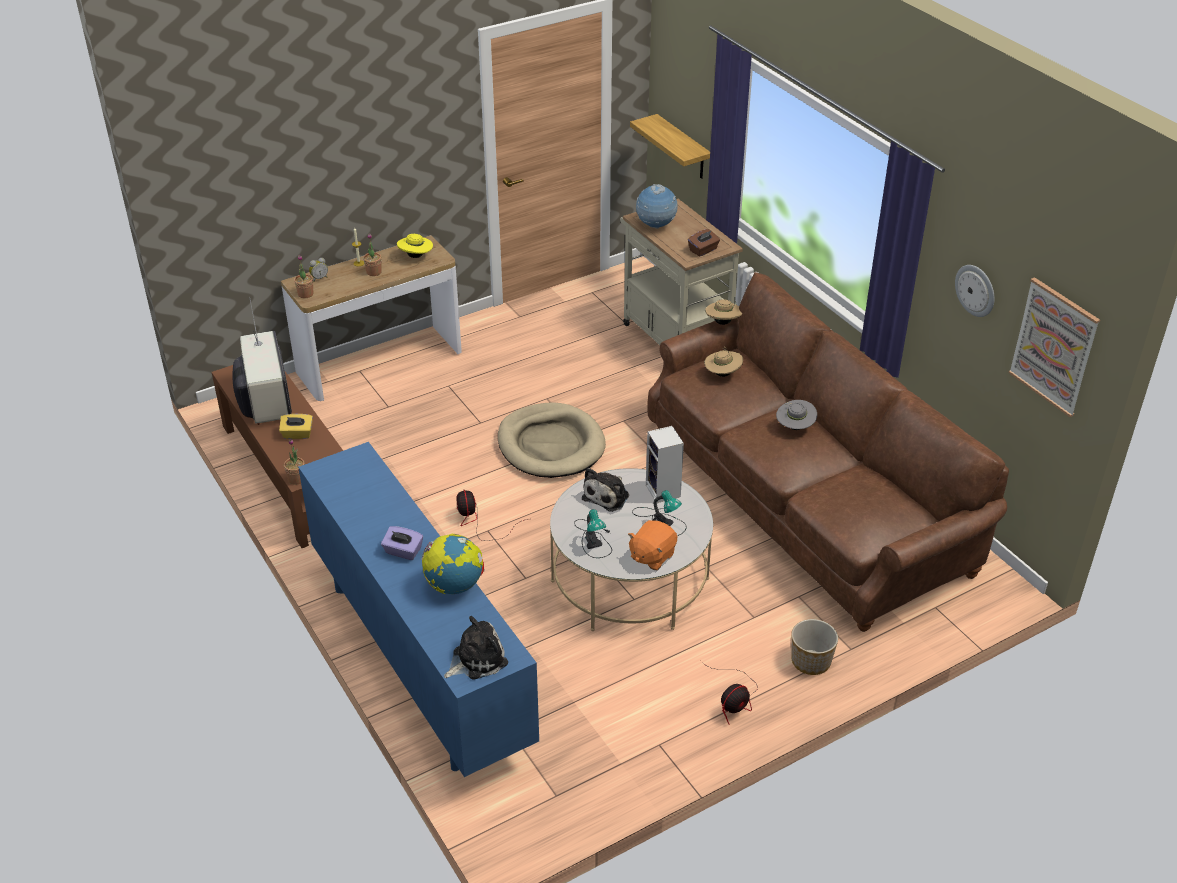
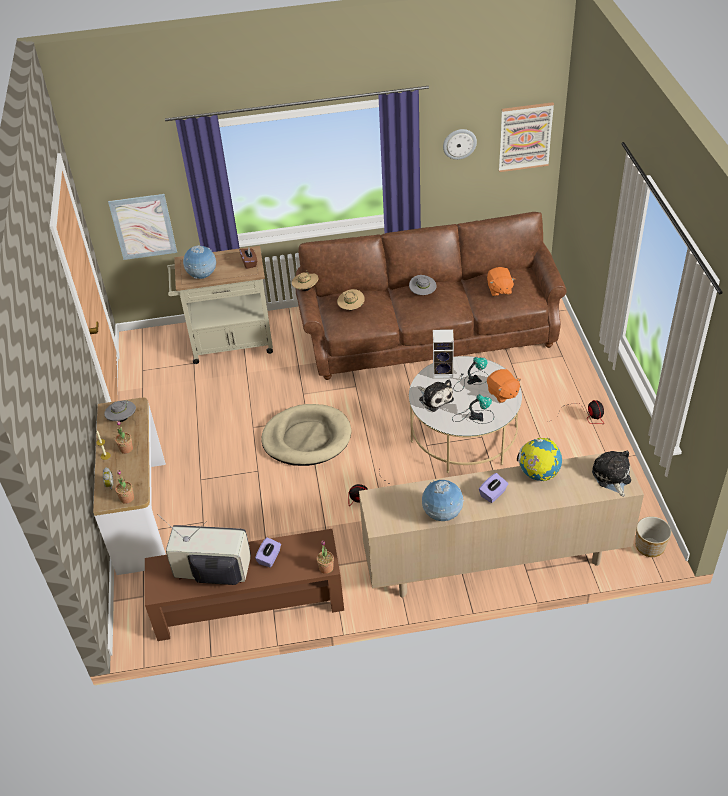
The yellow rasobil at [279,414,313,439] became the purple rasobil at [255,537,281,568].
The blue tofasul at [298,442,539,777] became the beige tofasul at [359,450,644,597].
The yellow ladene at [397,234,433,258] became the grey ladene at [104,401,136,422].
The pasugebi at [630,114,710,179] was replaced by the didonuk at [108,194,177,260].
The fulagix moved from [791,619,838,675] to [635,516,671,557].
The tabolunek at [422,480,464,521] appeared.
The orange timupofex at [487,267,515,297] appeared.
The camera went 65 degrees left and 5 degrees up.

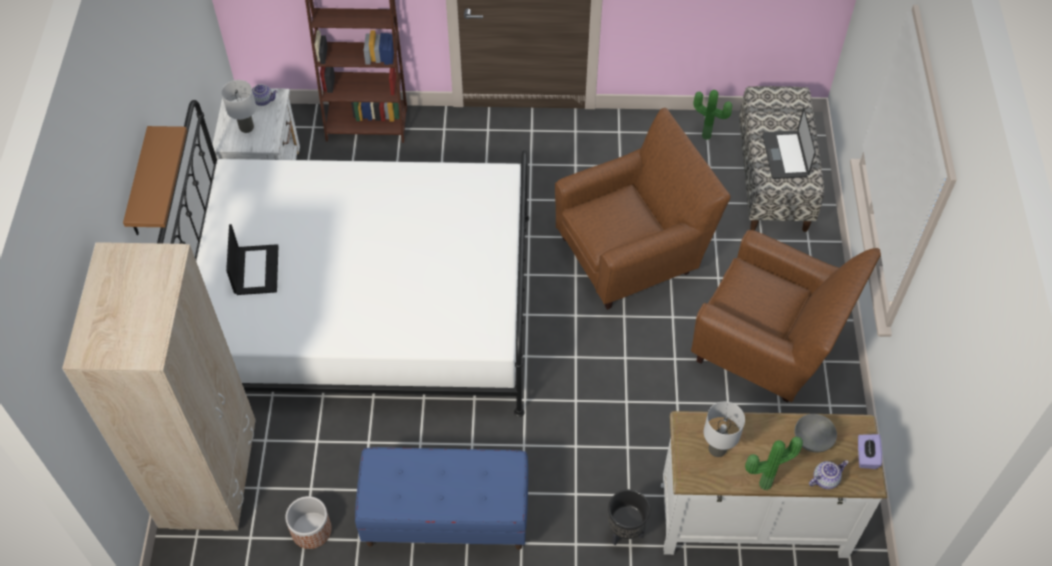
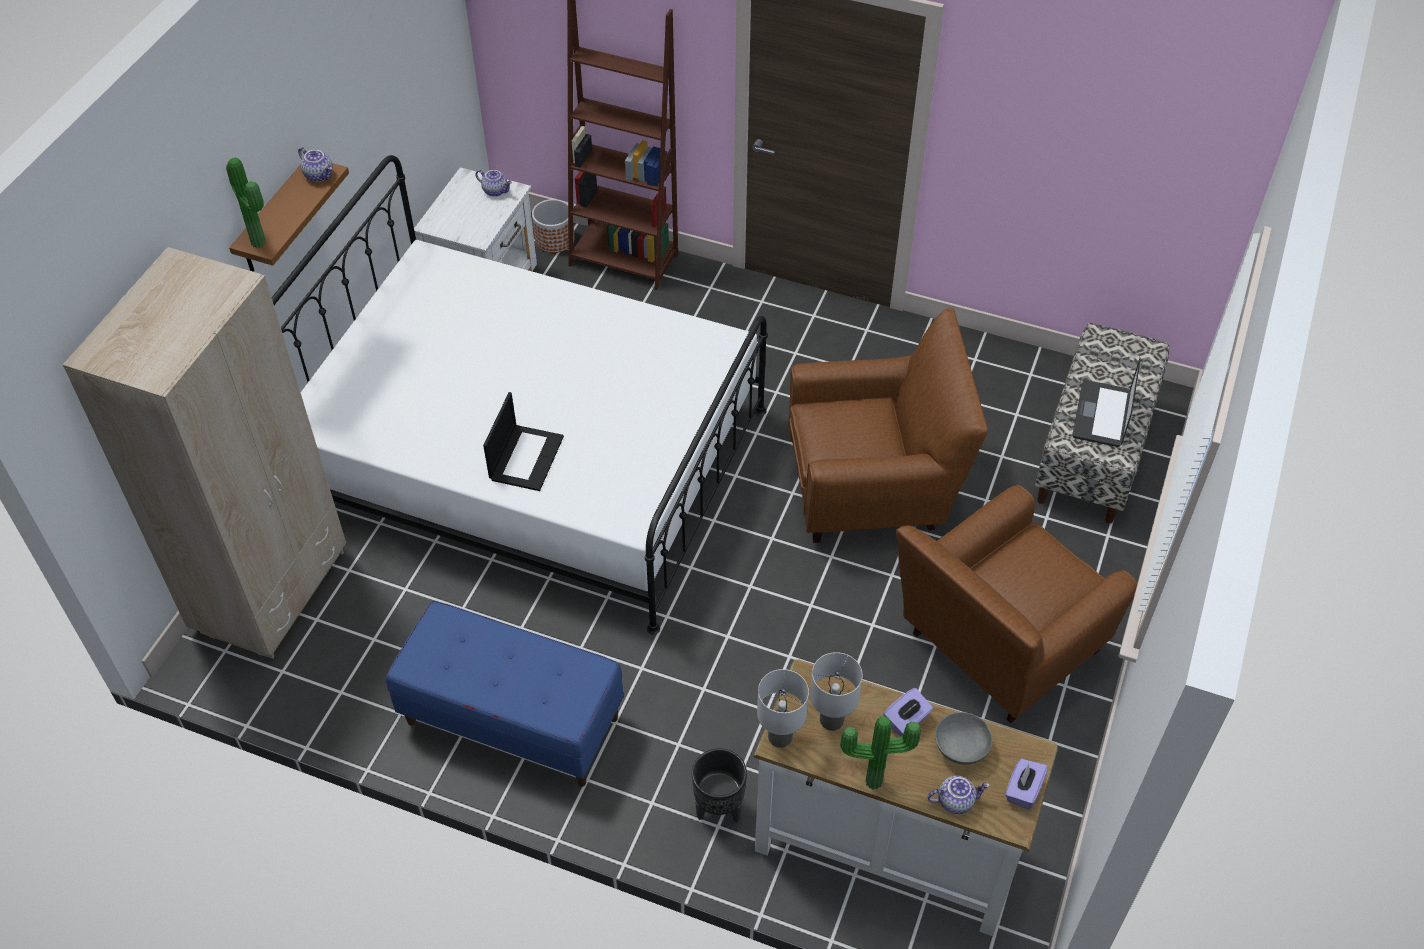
The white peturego moved from [221,80,256,133] to [757,669,809,748].
The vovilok moved from [226,224,278,295] to [483,392,564,491].
The fulagix moved from [285,496,332,549] to [532,199,575,253].
The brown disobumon at [691,230,881,403] turned 90 degrees clockwise.
The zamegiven moved from [693,90,732,140] to [226,158,266,248].
The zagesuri at [298,147,333,182] appeared.
The purple rasobil at [883,688,933,737] appeared.
The camera went 20 degrees right and 5 degrees down.

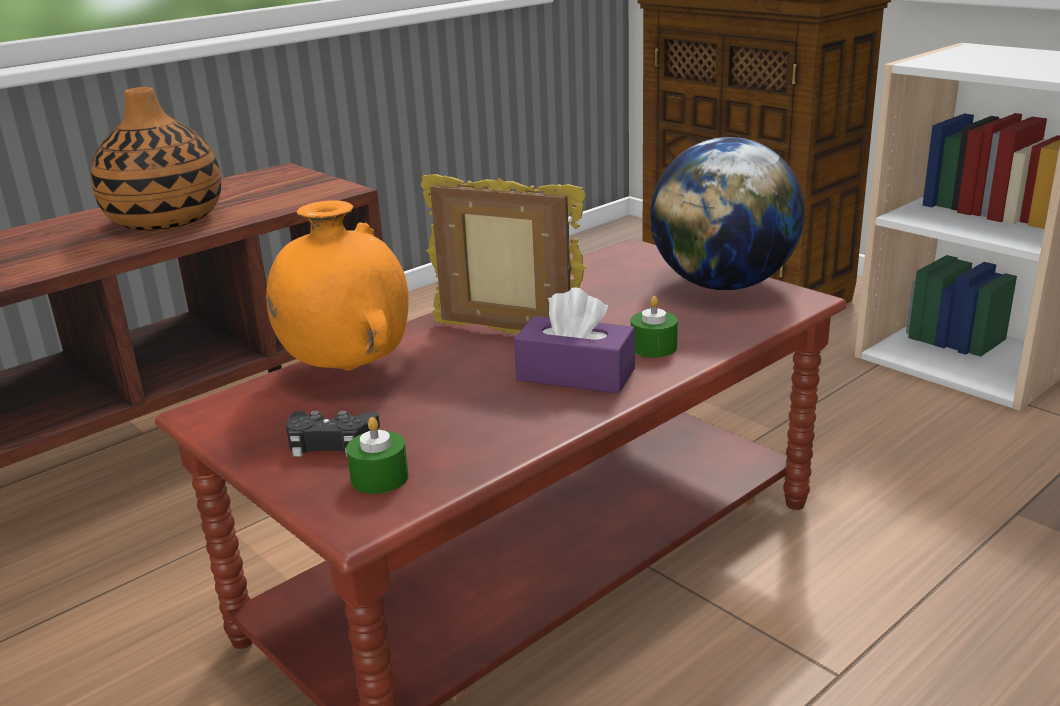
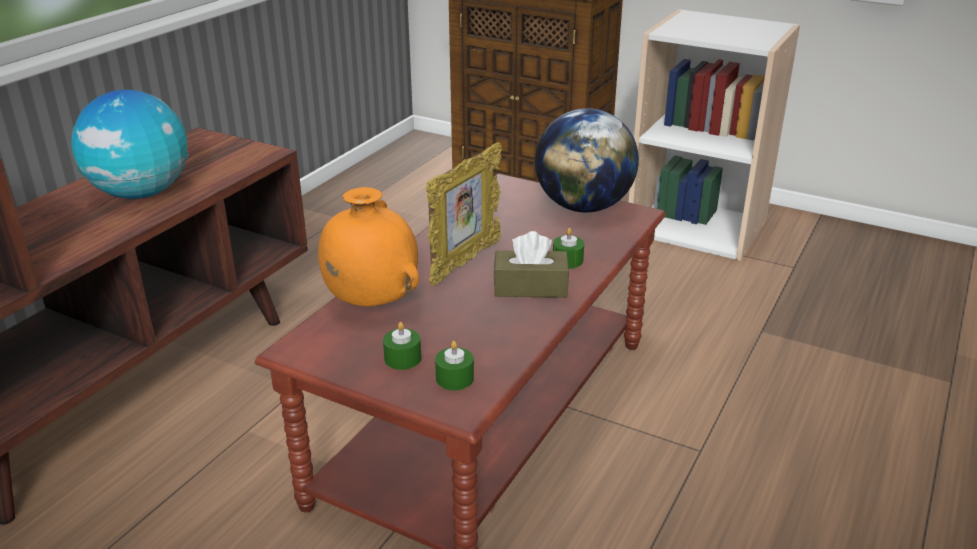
The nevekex at [91,87,221,231] was replaced by the tabolunek at [71,90,189,199].
The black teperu at [286,411,380,457] was replaced by the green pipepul at [383,322,421,370].
The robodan at [421,174,587,334] turned 120 degrees clockwise.
The purple rasobil at [514,287,635,394] became the brown rasobil at [494,231,569,298].
The camera went 20 degrees left and 5 degrees up.

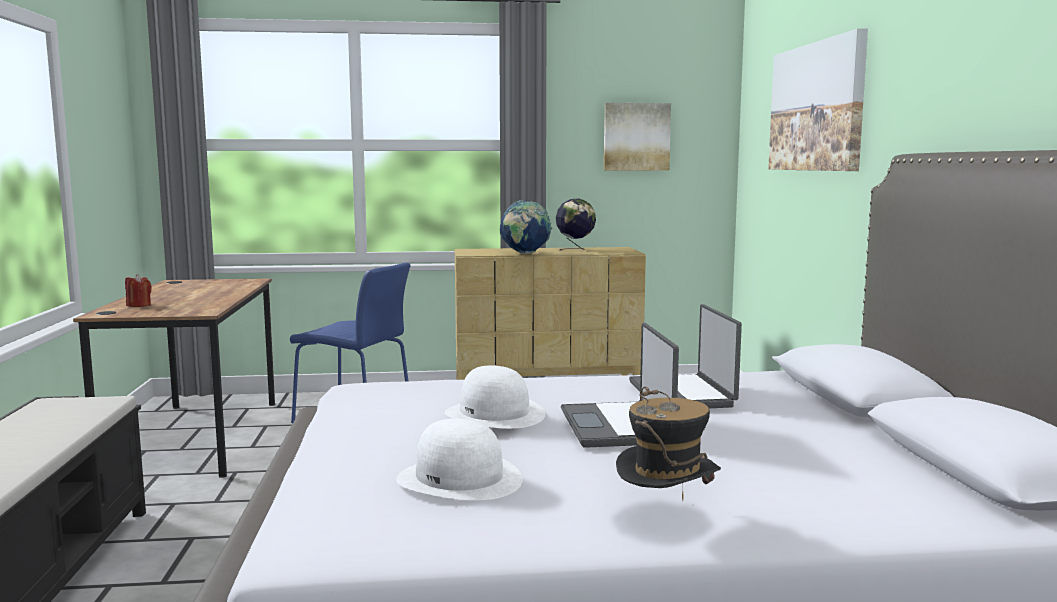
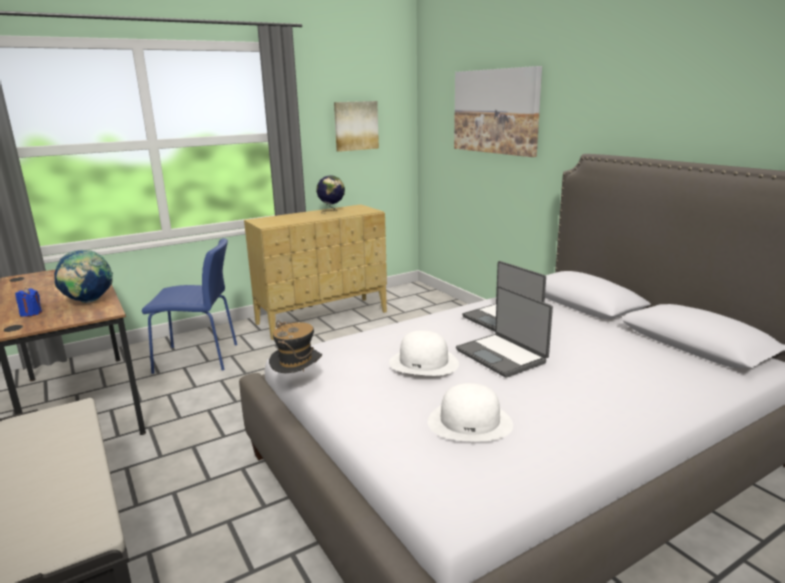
The red pipepul at [125,274,152,307] became the blue pipepul at [15,287,42,317].
The tabolunek moved from [499,200,552,254] to [54,250,114,303].
The ladene moved from [616,387,721,500] to [269,321,322,373].
The camera went 25 degrees left and 10 degrees up.

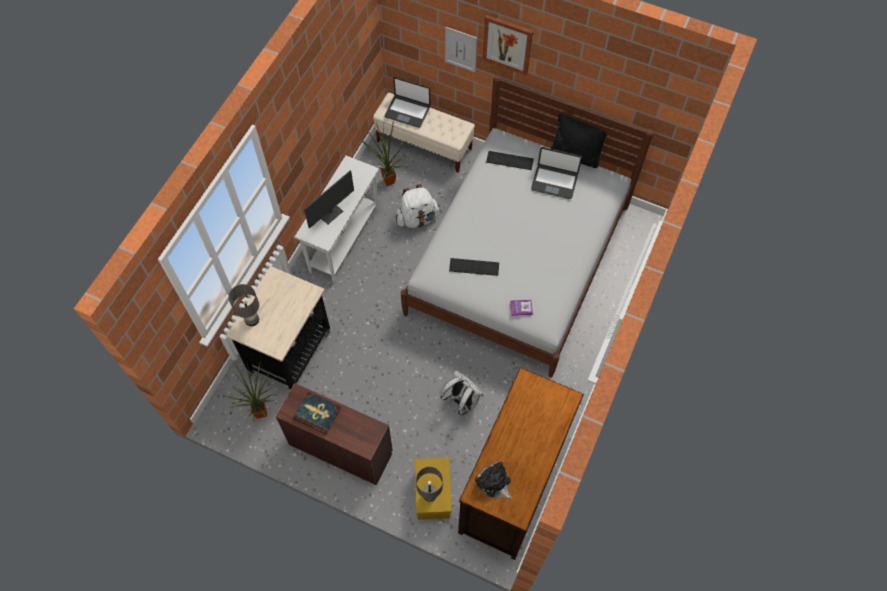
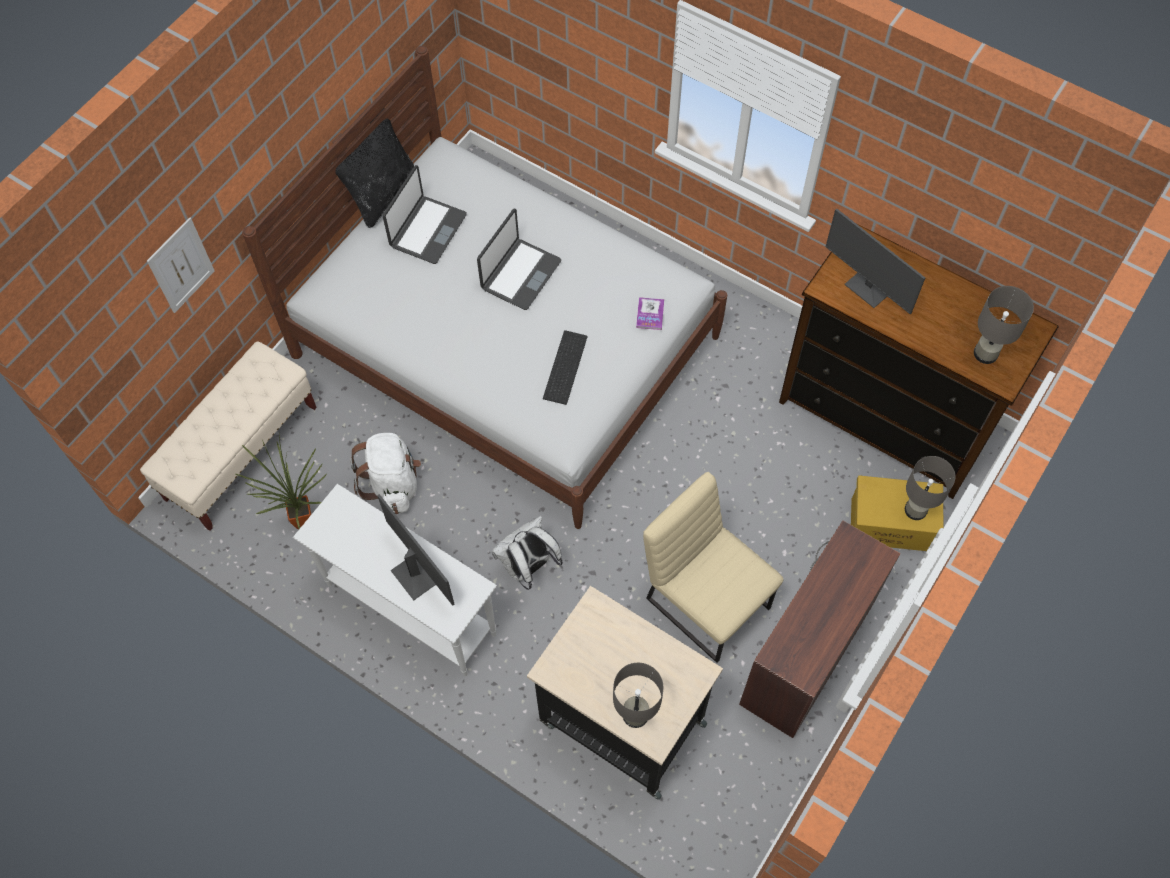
The zamegiven at [225,363,277,421] disappeared.
The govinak at [293,391,341,434] disappeared.
The vovilok moved from [384,77,430,128] to [477,209,561,310].
The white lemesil moved from [440,370,483,415] to [492,516,563,590].
The timupofex at [475,462,512,499] was replaced by the grey peturego at [974,286,1034,364].
The didonuk at [482,15,533,76] disappeared.
The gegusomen at [486,151,534,170] disappeared.
The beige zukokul at [643,472,783,663] appeared.
The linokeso at [825,209,925,314] appeared.
The camera went 80 degrees left and 0 degrees up.

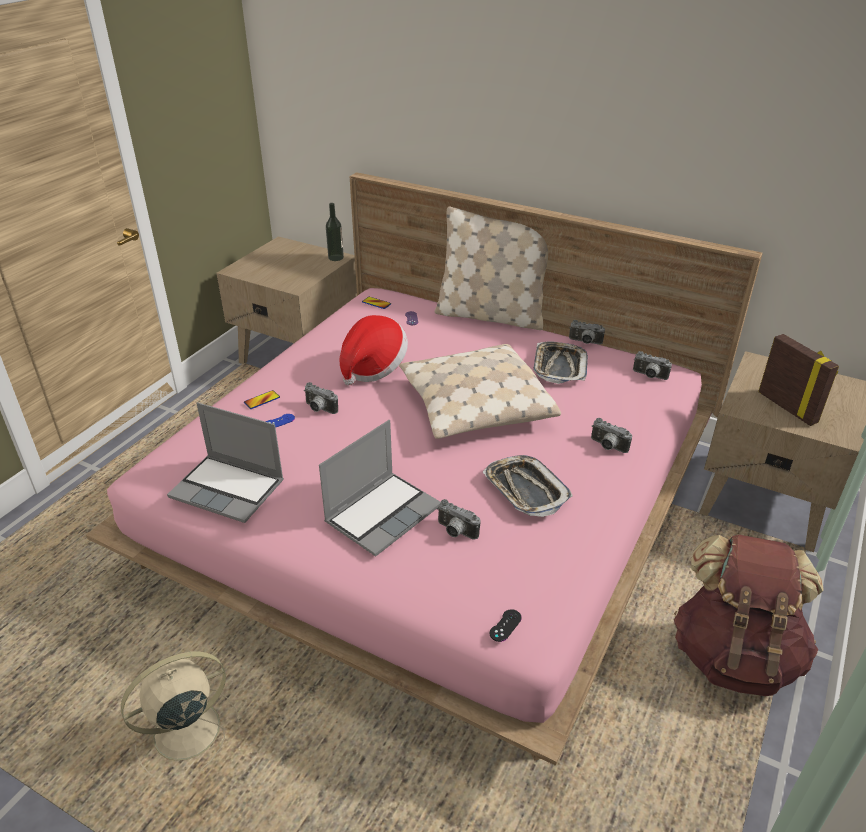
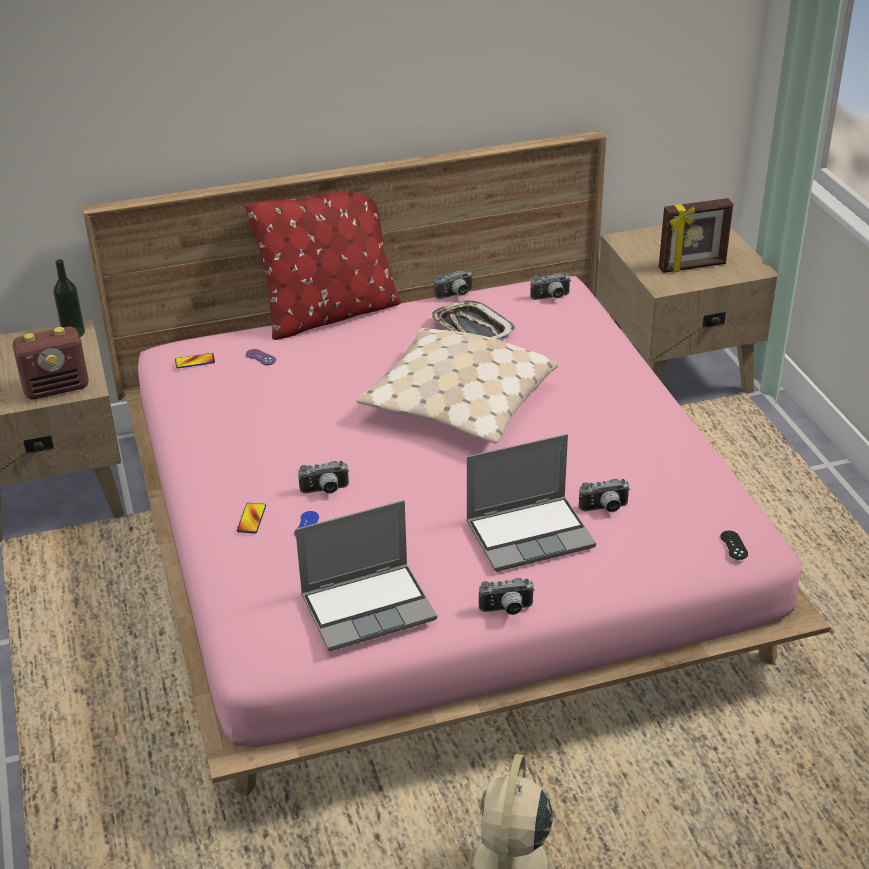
The vovilok at [319,420,440,557] turned 75 degrees clockwise.
The ladene at [340,315,408,386] disappeared.
The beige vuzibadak at [435,207,548,330] became the red vuzibadak at [245,191,401,340].
The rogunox at [483,455,573,517] disappeared.
The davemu moved from [591,418,632,453] to [479,578,535,615].
The brown lemesil at [674,535,824,696] disappeared.
The robodan at [758,334,839,426] turned 150 degrees clockwise.
The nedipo at [13,326,89,400] appeared.
The camera went 45 degrees left and 0 degrees up.

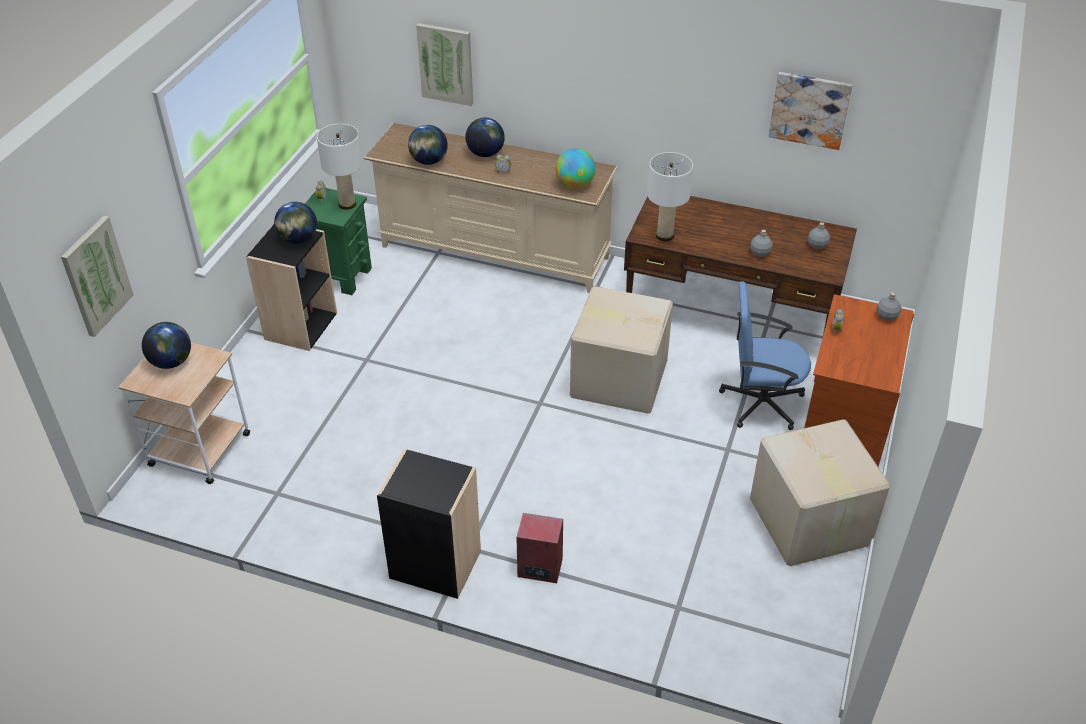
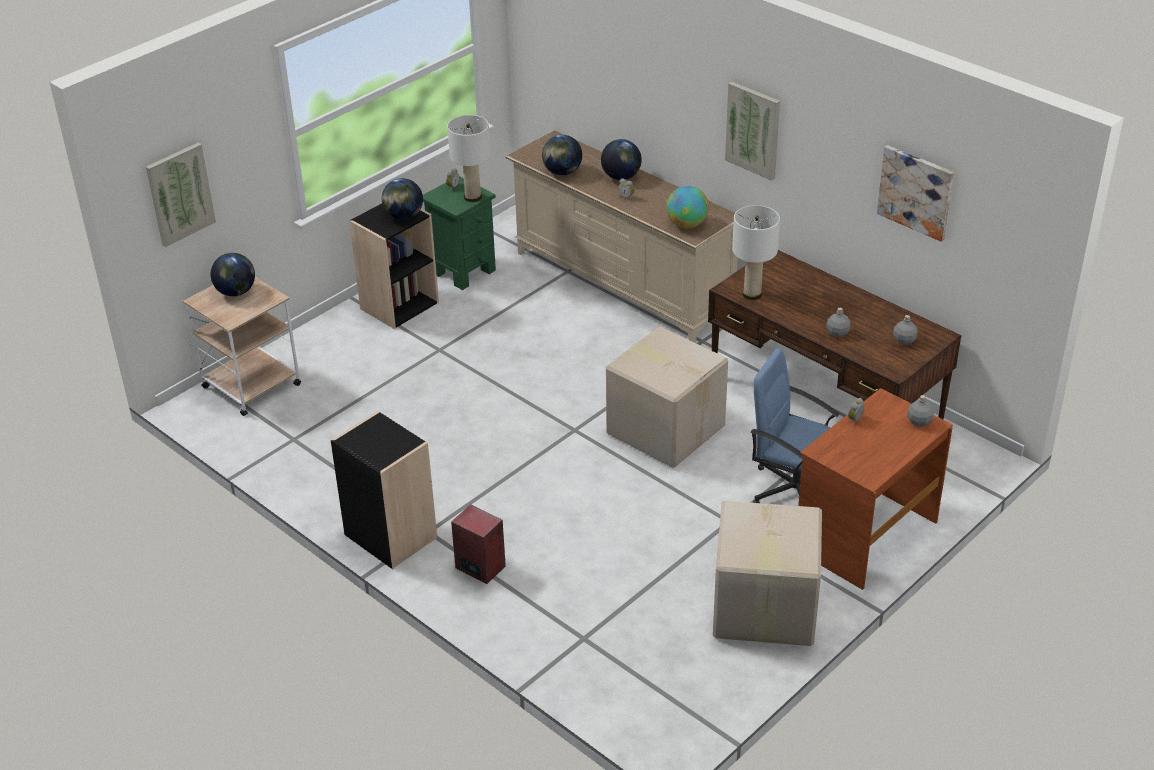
The didonuk moved from [416,23,473,106] to [725,82,780,181].
The camera went 25 degrees right and 5 degrees down.

